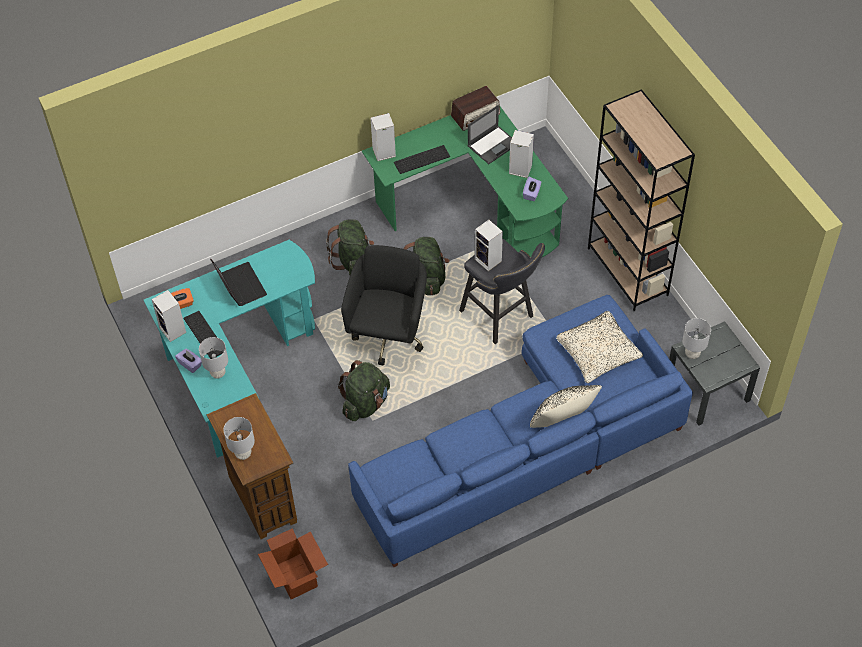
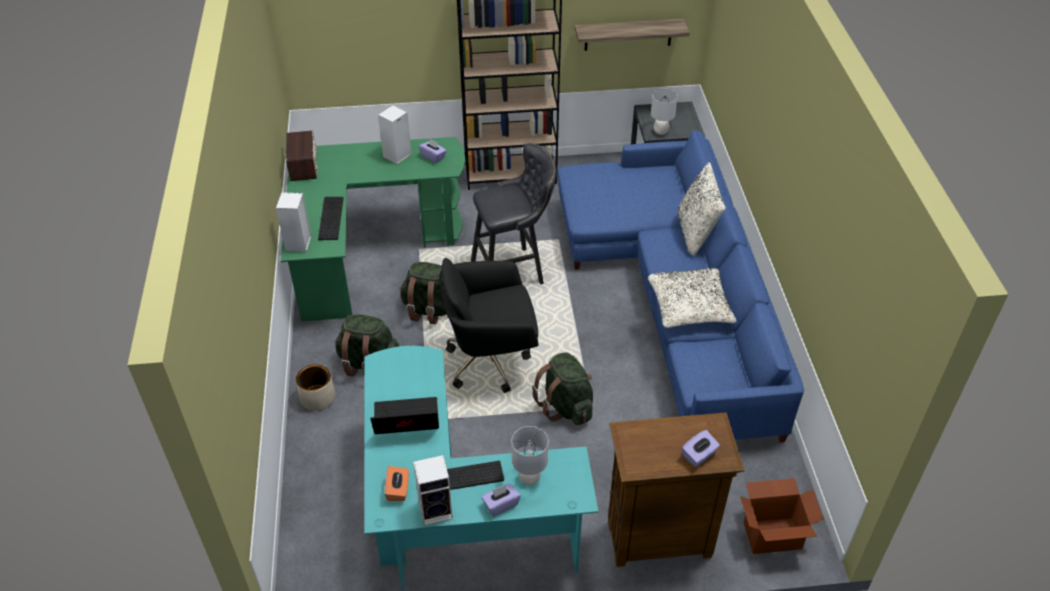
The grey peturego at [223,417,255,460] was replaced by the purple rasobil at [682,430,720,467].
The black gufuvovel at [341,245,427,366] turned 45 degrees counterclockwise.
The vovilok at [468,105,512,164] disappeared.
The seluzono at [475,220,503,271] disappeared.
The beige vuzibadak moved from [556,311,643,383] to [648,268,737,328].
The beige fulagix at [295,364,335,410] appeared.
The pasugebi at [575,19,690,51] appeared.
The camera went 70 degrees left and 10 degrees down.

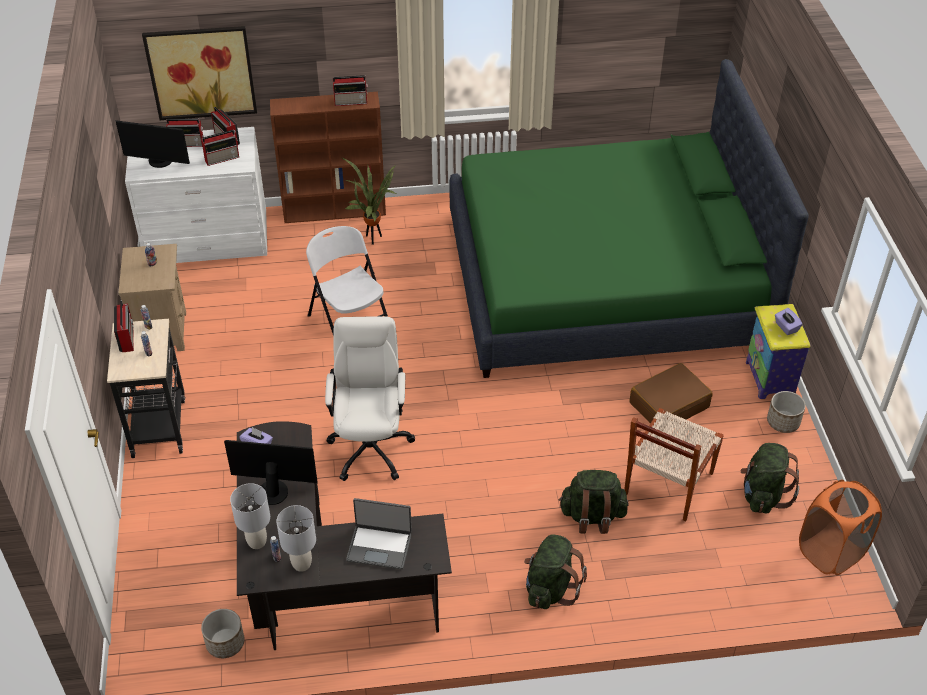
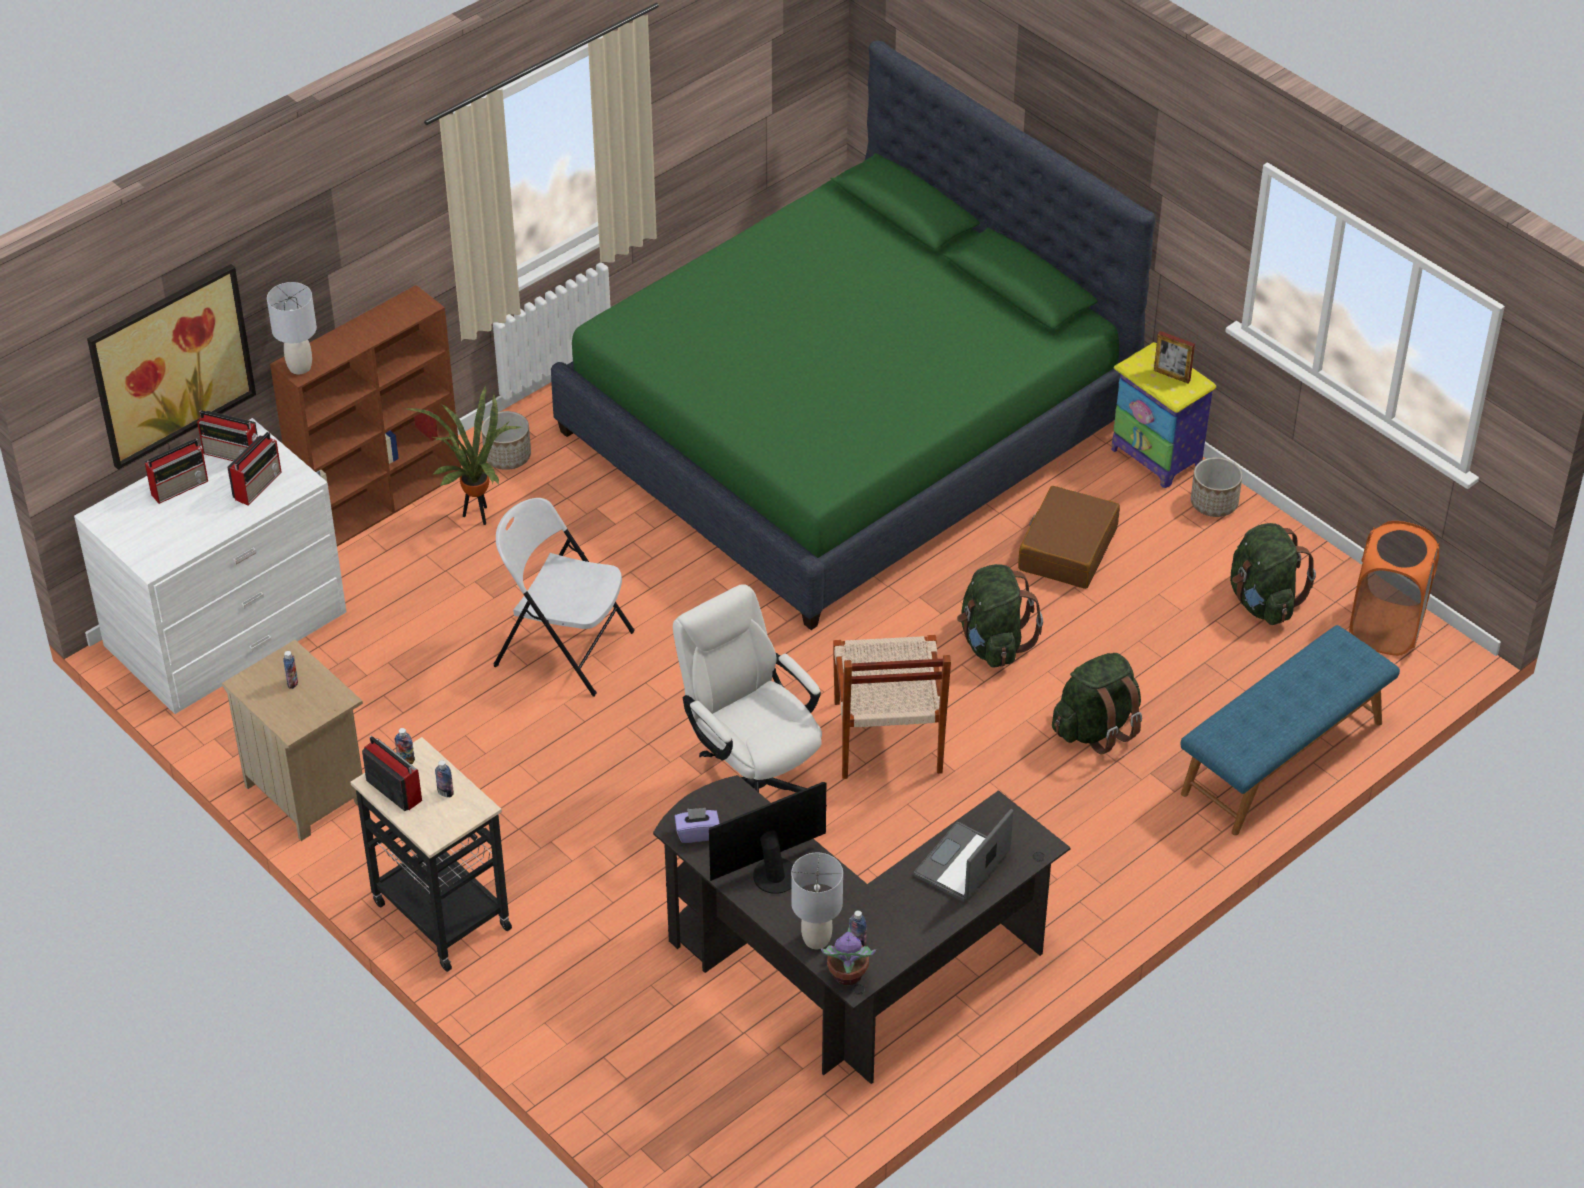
The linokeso at [115,120,190,168] disappeared.
The fulagix moved from [201,609,245,658] to [481,411,531,470].
The grey peturego moved from [276,505,316,572] to [267,282,317,374].
The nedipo at [333,75,368,106] disappeared.
The vovilok at [346,498,412,569] turned 150 degrees clockwise.
The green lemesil moved from [524,534,587,609] to [957,564,1043,668].
The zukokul moved from [624,408,724,522] to [833,635,951,779].
The purple rasobil at [775,308,803,335] was replaced by the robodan at [1154,331,1195,383].
The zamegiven at [821,927,876,985] appeared.
The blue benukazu at [1181,625,1400,835] appeared.
The camera went 35 degrees left and 0 degrees up.

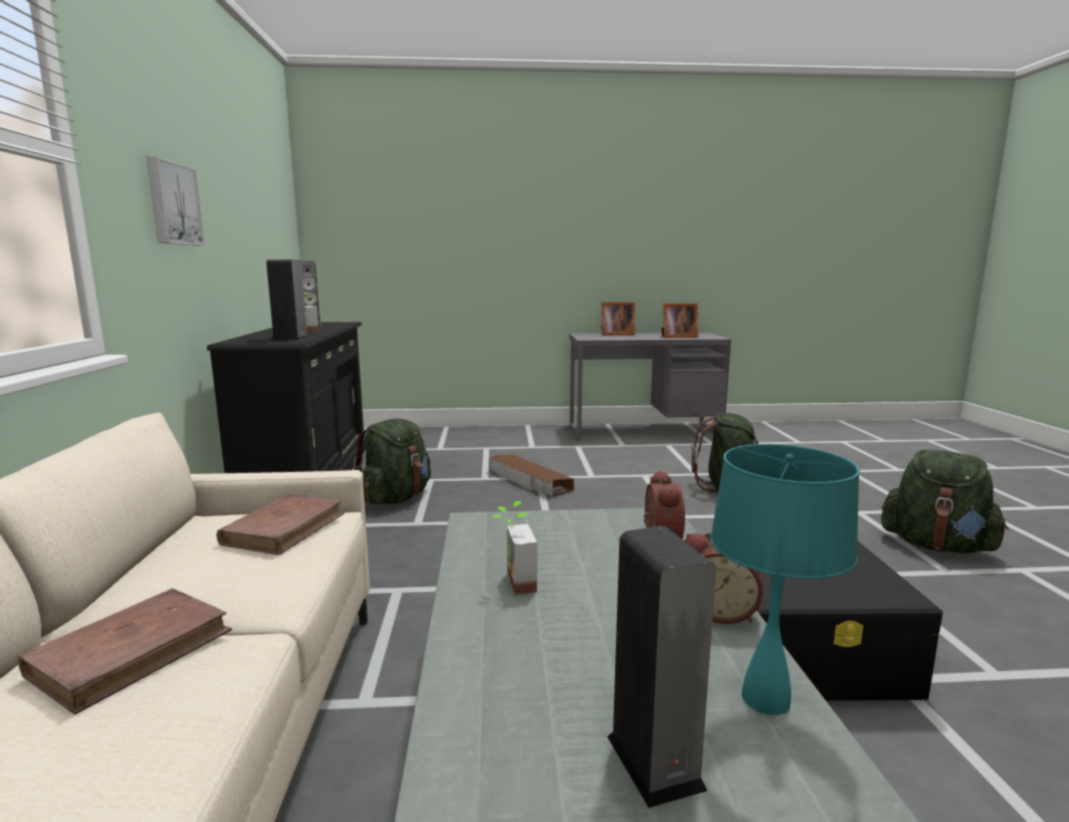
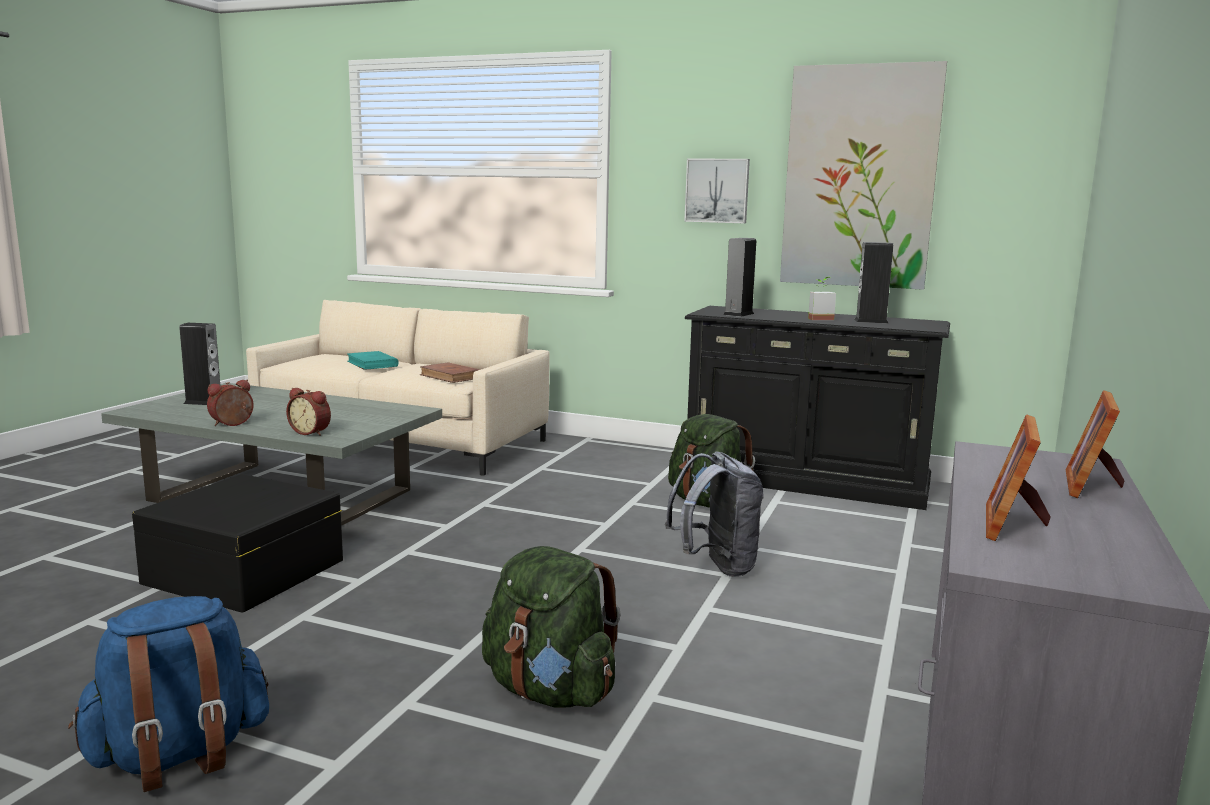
The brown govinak at [18,588,232,715] became the turquoise govinak at [347,351,399,369].
The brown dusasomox at [489,455,574,497] was replaced by the grey lemesil at [665,452,764,577].
The zamegiven at [491,501,537,595] disappeared.
The turquoise peturego at [710,444,860,715] disappeared.
The green lemesil at [881,450,1009,553] became the blue lemesil at [68,596,269,792].
The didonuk at [780,61,947,290] appeared.
The camera went 115 degrees right and 0 degrees up.

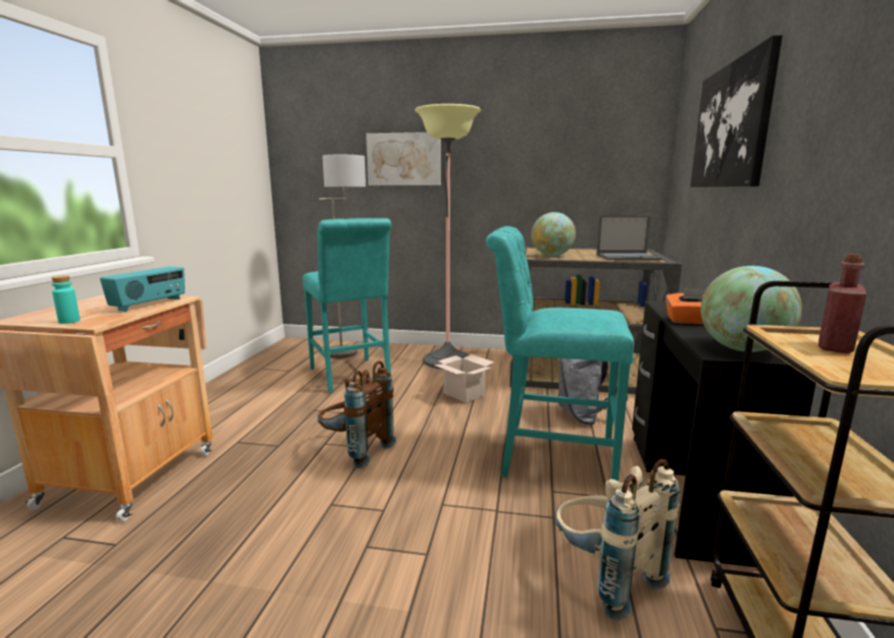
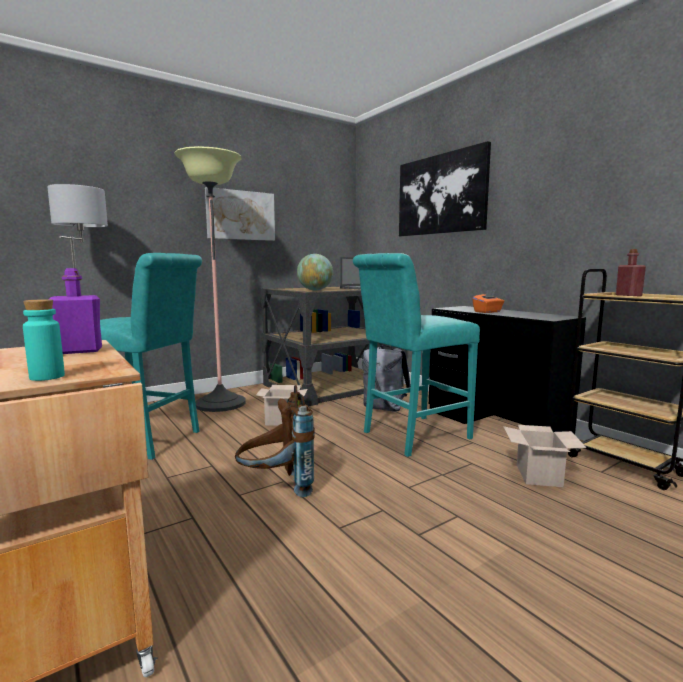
The nedipo at [100,266,185,312] was replaced by the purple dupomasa at [50,268,102,354].
The didonuk moved from [366,132,441,185] to [205,187,275,241].
The beige lemesil at [555,459,680,620] was replaced by the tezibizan at [503,425,586,487].
The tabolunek at [701,266,802,352] disappeared.
The camera went 45 degrees left and 5 degrees down.

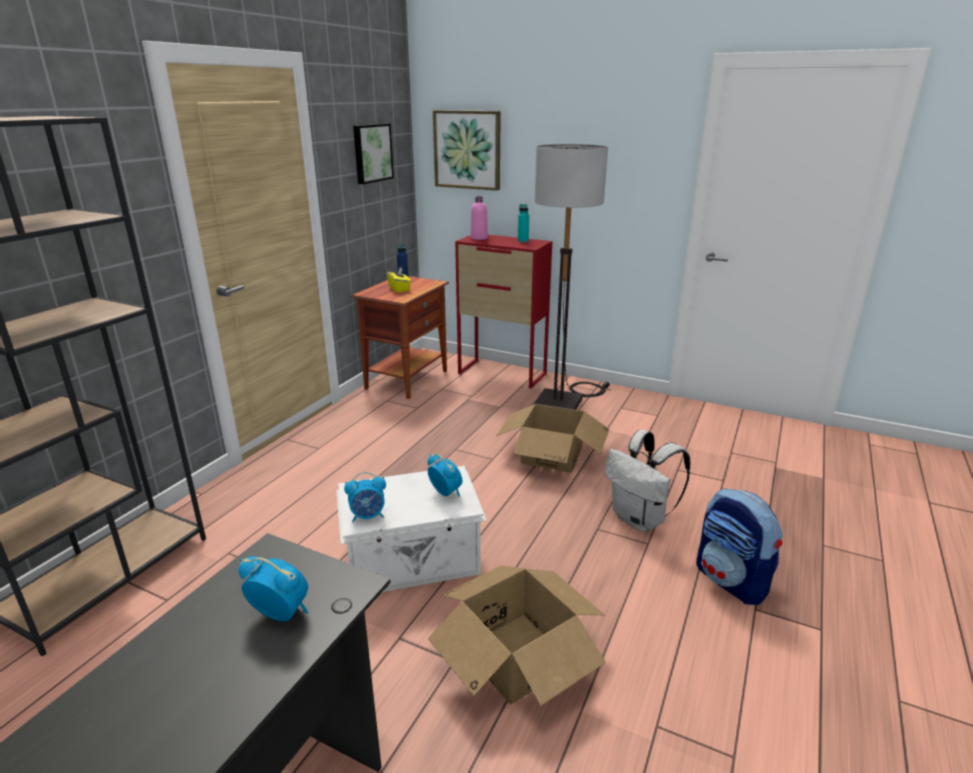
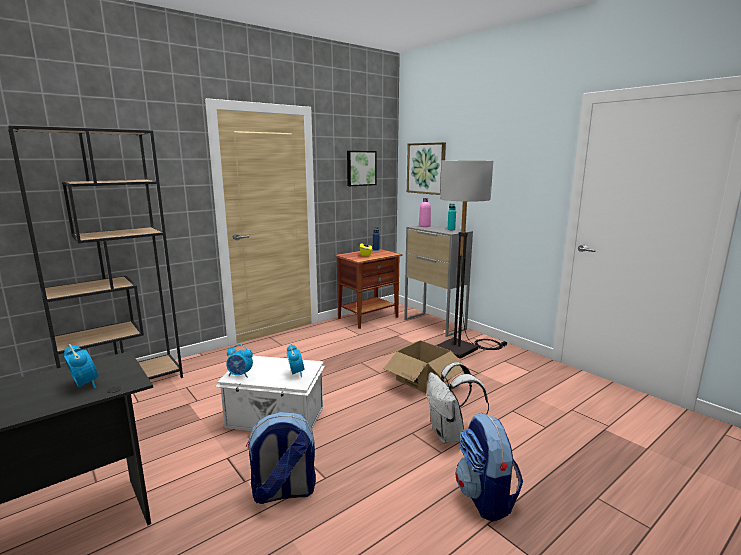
The tezibizan at [428,565,606,706] was replaced by the lemesil at [246,412,316,504].
The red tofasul at [455,235,552,389] became the grey tofasul at [404,225,473,337].
The camera went 25 degrees right and 10 degrees down.

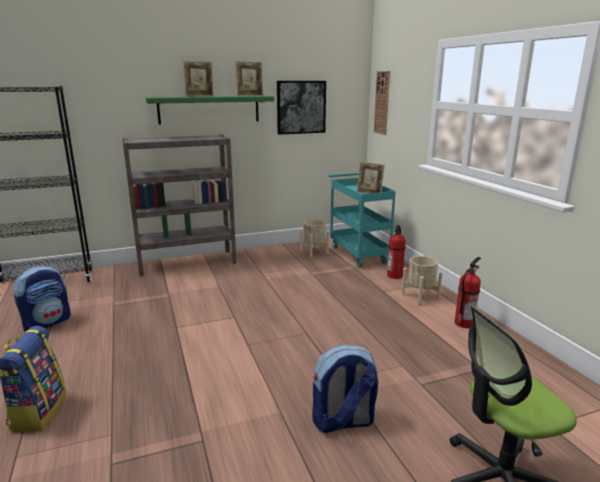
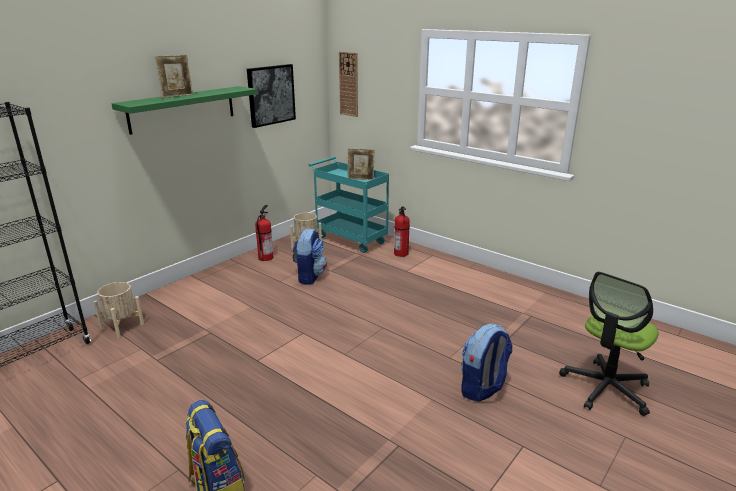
The lemesil moved from [14,265,71,332] to [293,228,327,285].
The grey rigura at [123,134,236,276] disappeared.
The robodan at [235,61,263,96] disappeared.
The beige fulagix moved from [402,256,442,305] to [94,282,144,338].
The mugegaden moved from [455,257,481,328] to [255,205,273,261].
The camera went 30 degrees left and 5 degrees up.

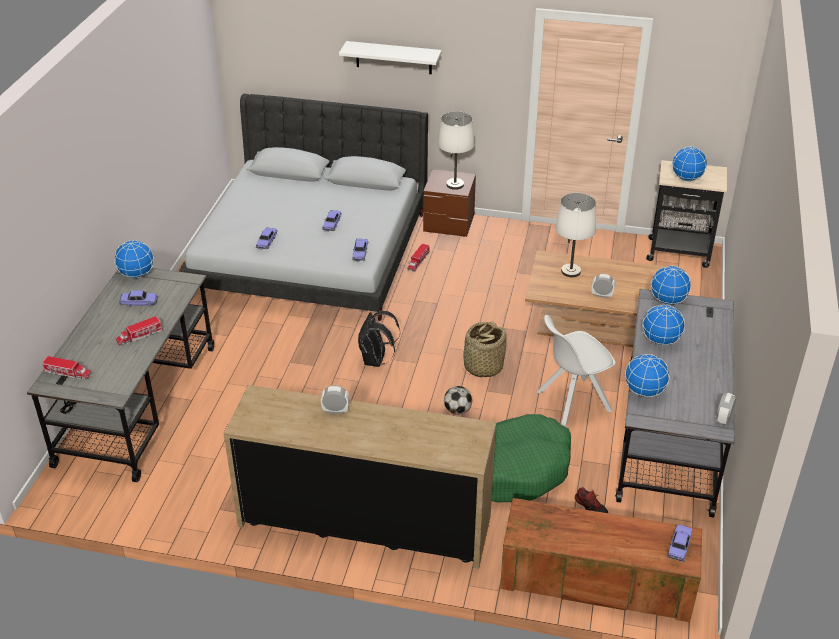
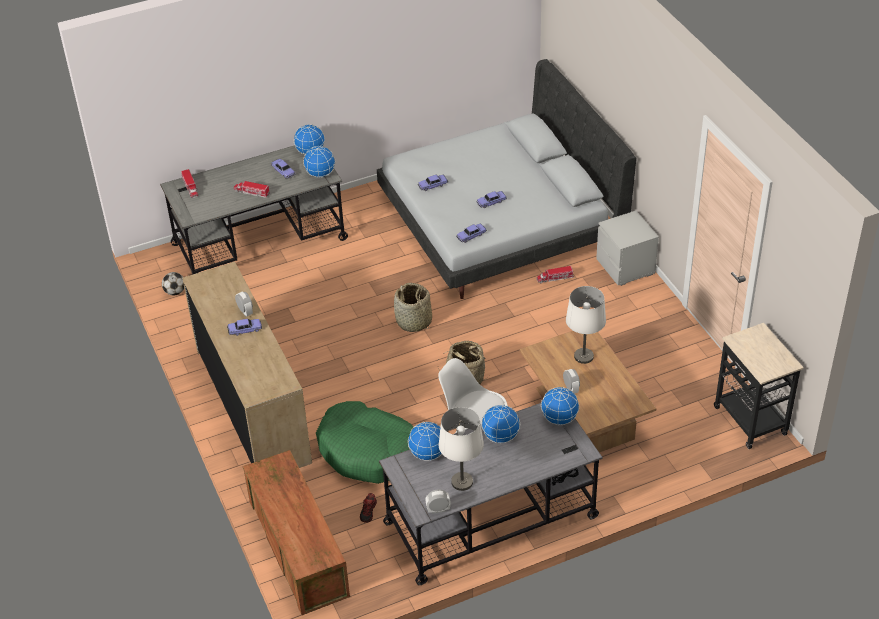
The white pasugebi at [339,41,442,74] disappeared.
The black lemesil at [358,311,400,367] was replaced by the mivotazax at [394,283,432,332].
The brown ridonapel at [423,169,476,237] became the white ridonapel at [596,211,659,286].
The white peturego moved from [438,111,475,190] to [439,407,484,491].
The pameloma moved from [444,386,472,415] to [162,272,184,296].
The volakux moved from [667,525,692,562] to [227,319,262,336].
The tabolunek moved from [672,146,707,181] to [303,146,335,178].
The camera went 55 degrees right and 5 degrees up.

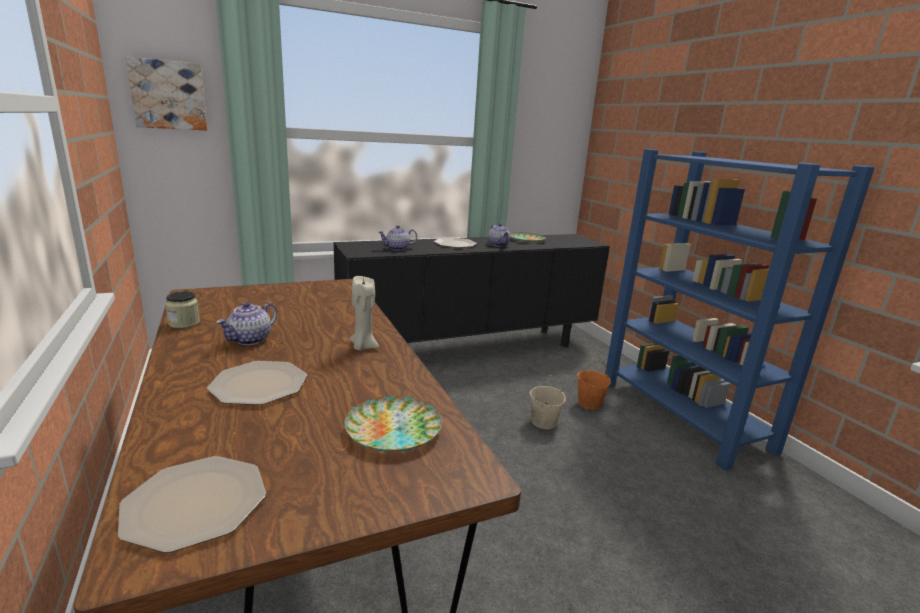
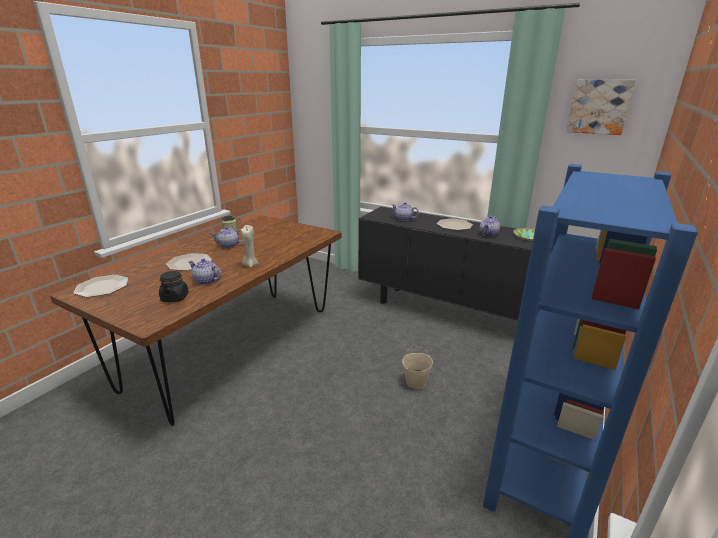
The didonuk moved from [126,57,207,130] to [566,80,635,135].
The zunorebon at [344,396,442,452] was replaced by the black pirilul at [159,271,189,302].
The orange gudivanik at [577,360,611,410] disappeared.
The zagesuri at [188,258,222,285] appeared.
The camera went 55 degrees right and 5 degrees up.

